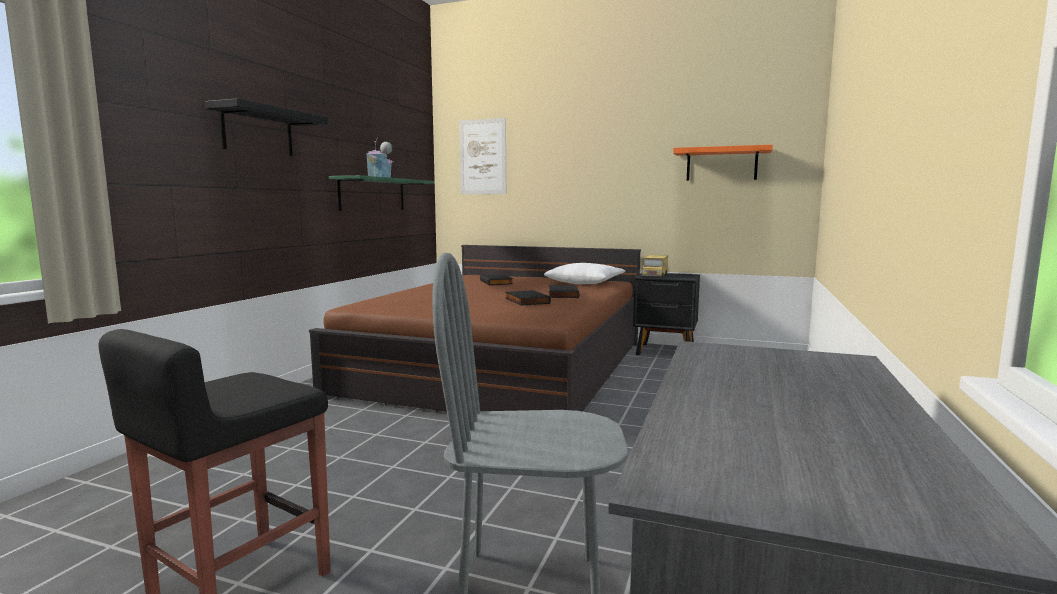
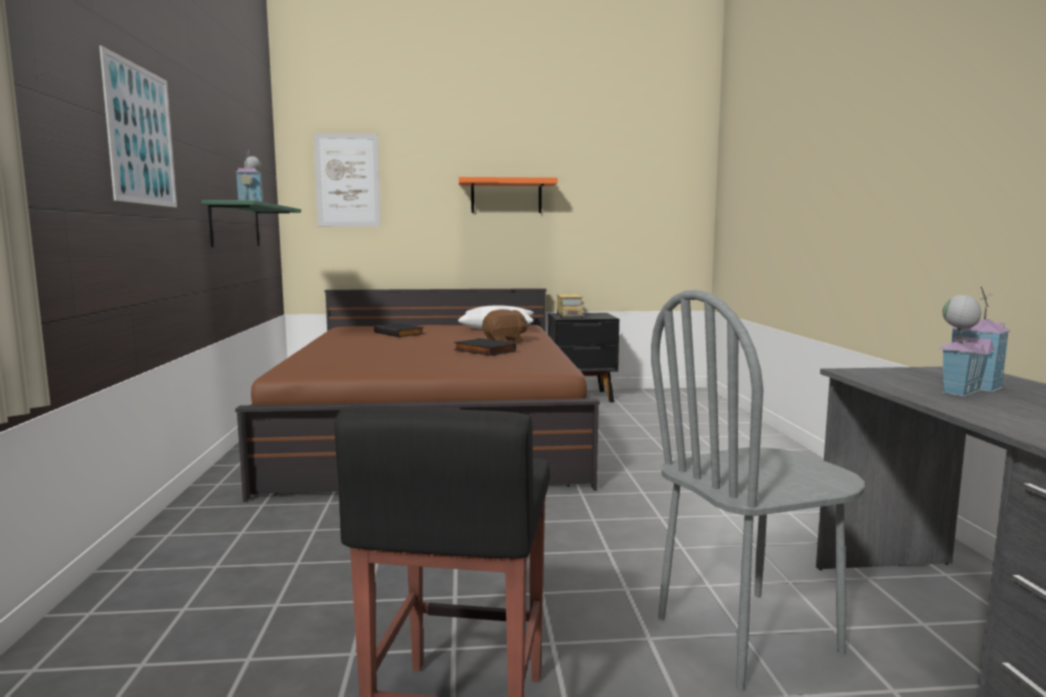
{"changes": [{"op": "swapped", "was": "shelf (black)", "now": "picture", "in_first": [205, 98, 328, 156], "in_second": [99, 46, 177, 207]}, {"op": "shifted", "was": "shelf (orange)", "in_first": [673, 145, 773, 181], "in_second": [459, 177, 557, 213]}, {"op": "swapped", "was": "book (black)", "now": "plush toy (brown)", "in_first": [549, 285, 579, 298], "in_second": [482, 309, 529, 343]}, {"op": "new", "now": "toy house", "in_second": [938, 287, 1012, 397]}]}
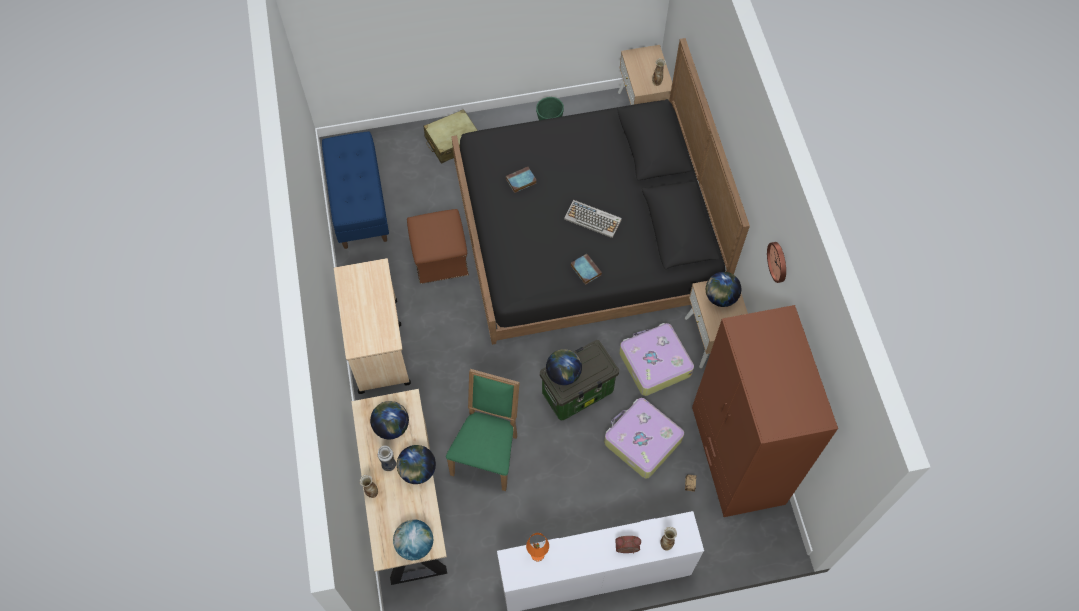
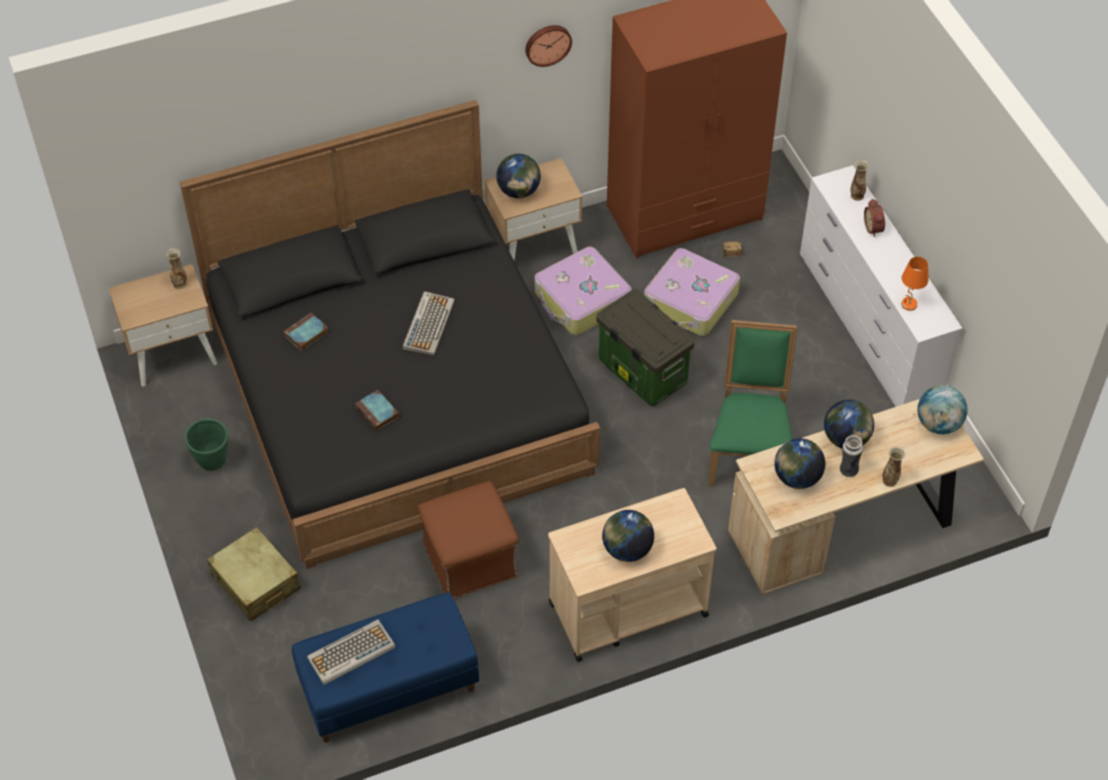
{"changes": [{"op": "shifted", "was": "book", "in_first": [571, 254, 602, 285], "in_second": [283, 313, 328, 351]}, {"op": "new", "now": "keyboard", "in_second": [307, 619, 396, 685]}, {"op": "shifted", "was": "globe", "in_first": [546, 349, 582, 385], "in_second": [602, 510, 654, 562]}, {"op": "rotated", "was": "chair (green)", "in_first": [446, 369, 520, 491], "in_second": [708, 320, 798, 487], "clockwise": 90}]}
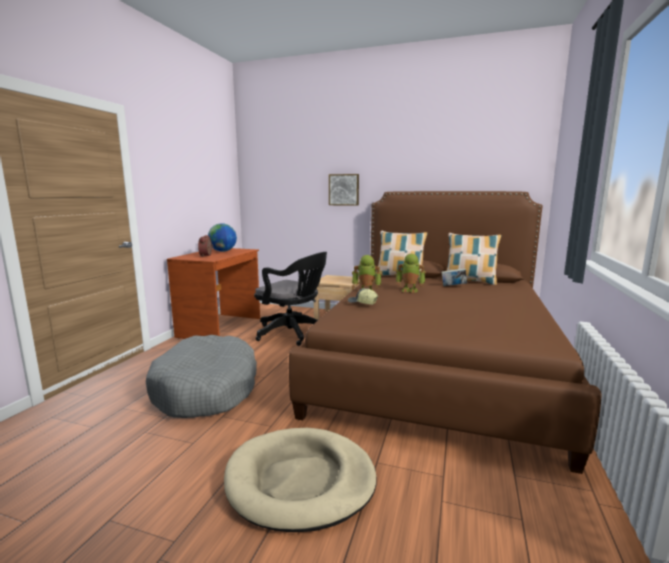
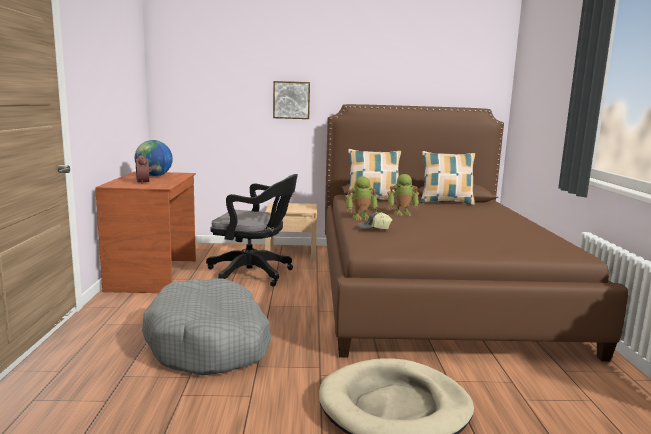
{"changes": [{"op": "gone", "was": "book", "in_first": [441, 268, 467, 286]}]}
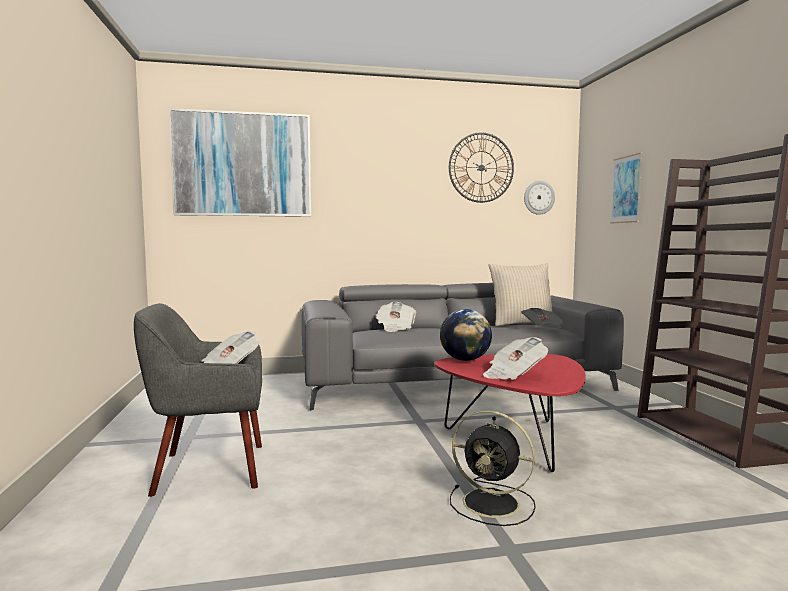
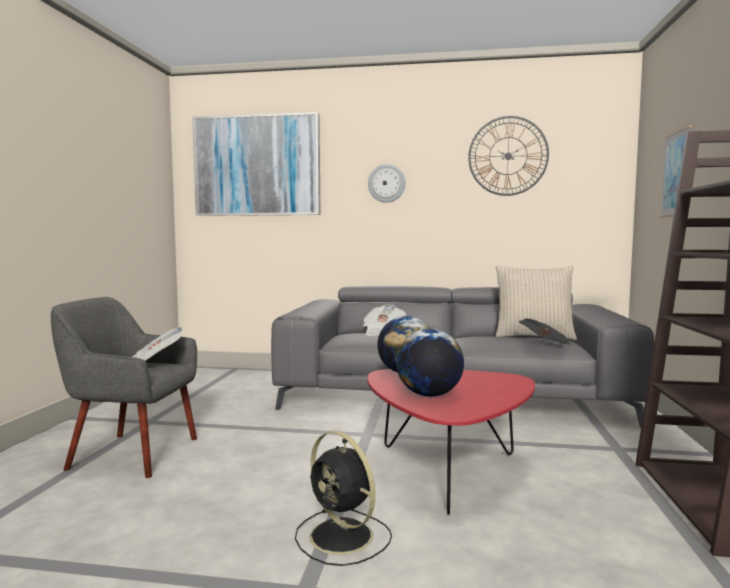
{"changes": [{"op": "shifted", "was": "wall clock", "in_first": [524, 181, 555, 215], "in_second": [368, 164, 405, 203]}, {"op": "swapped", "was": "newspaper", "now": "globe", "in_first": [483, 337, 548, 380], "in_second": [396, 329, 464, 397]}]}
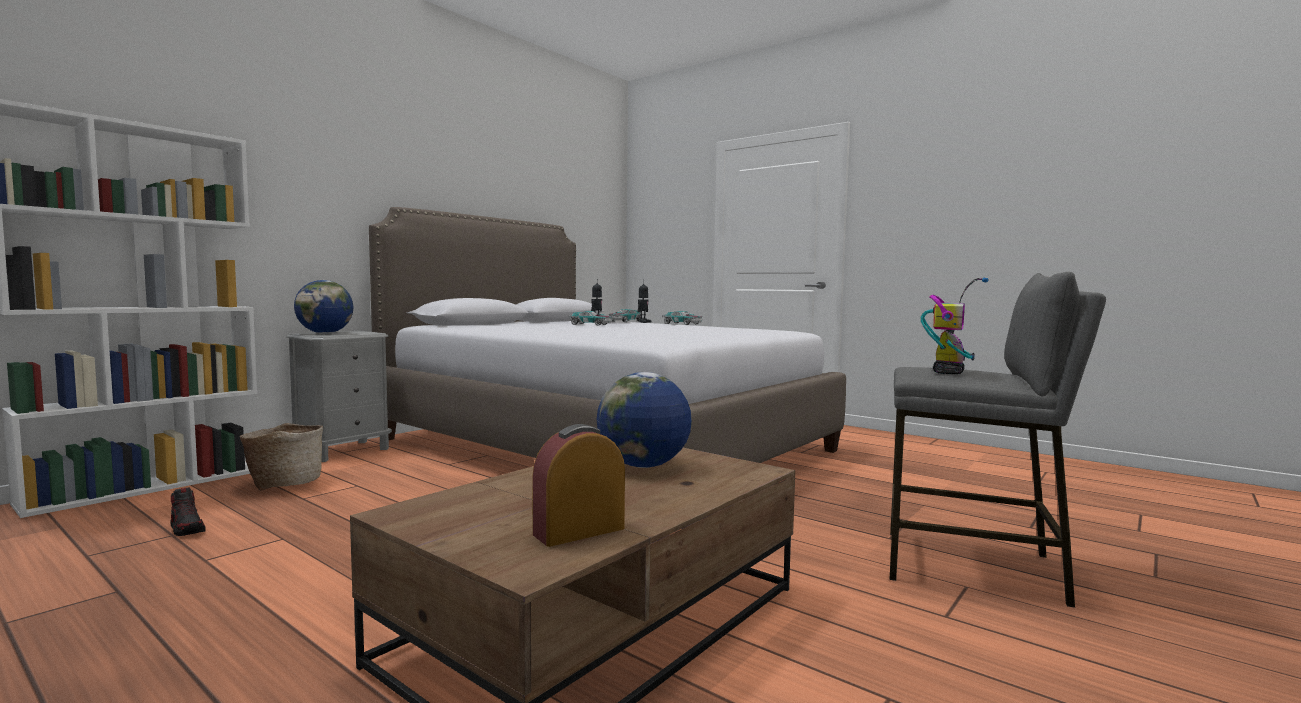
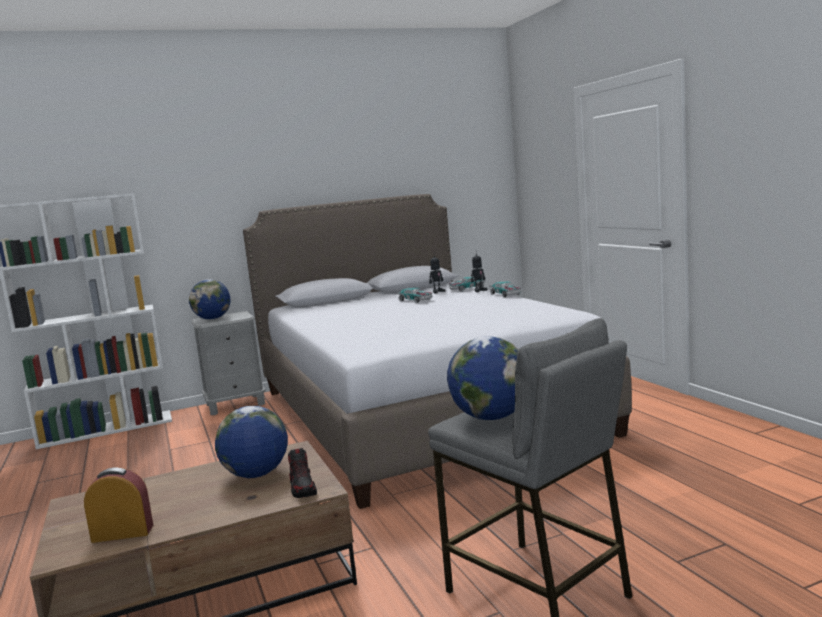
{"changes": [{"op": "shifted", "was": "shoe", "in_first": [170, 488, 206, 536], "in_second": [288, 448, 317, 498]}, {"op": "swapped", "was": "toy robot", "now": "globe", "in_first": [921, 278, 989, 374], "in_second": [447, 336, 519, 420]}, {"op": "gone", "was": "basket", "in_first": [240, 423, 323, 491]}]}
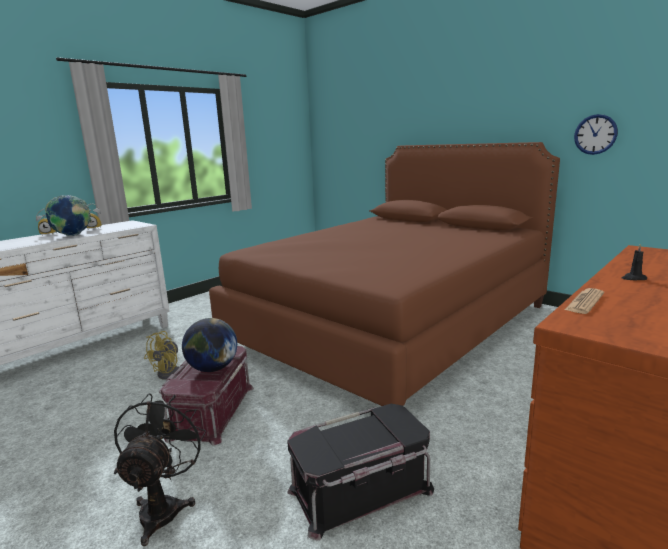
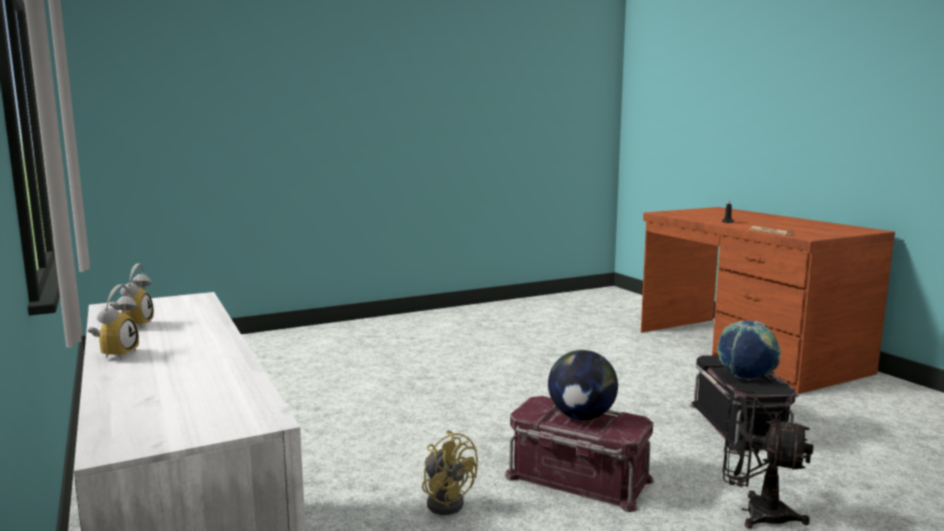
{"changes": [{"op": "shifted", "was": "globe", "in_first": [45, 195, 91, 236], "in_second": [717, 320, 781, 380]}, {"op": "gone", "was": "bed (brown)", "in_first": [209, 142, 560, 406]}, {"op": "gone", "was": "wall clock", "in_first": [574, 114, 618, 155]}]}
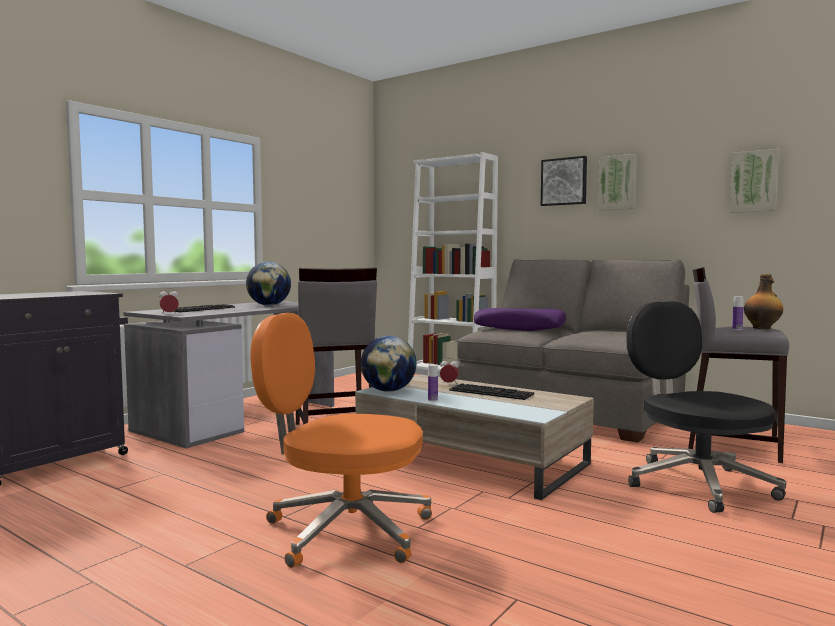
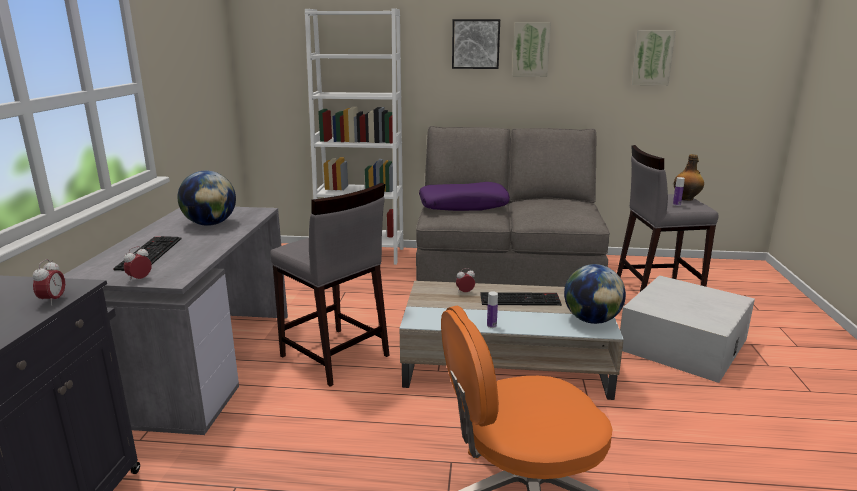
{"changes": [{"op": "new", "now": "alarm clock", "in_second": [32, 259, 65, 306]}, {"op": "shifted", "was": "globe", "in_first": [361, 336, 416, 392], "in_second": [564, 264, 626, 324]}, {"op": "swapped", "was": "office chair (black)", "now": "storage box (white)", "in_first": [627, 301, 786, 513], "in_second": [620, 275, 755, 383]}]}
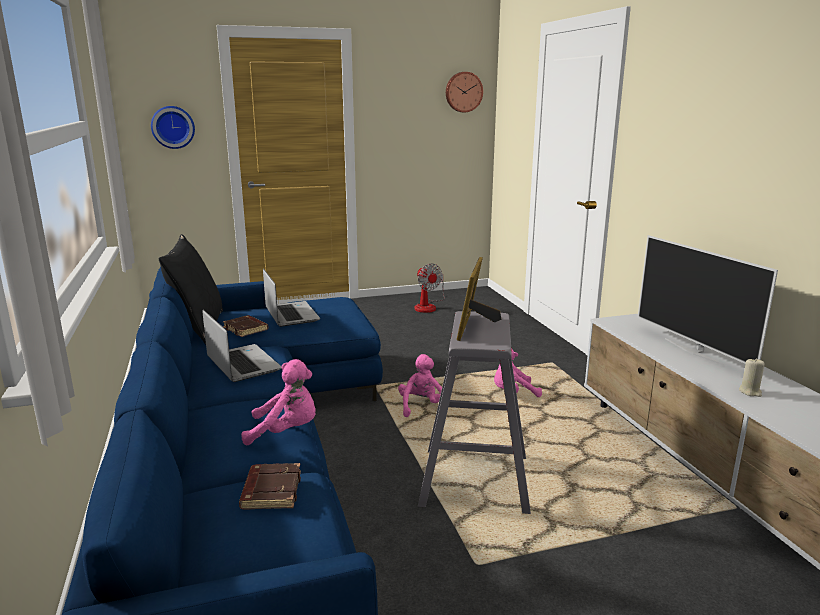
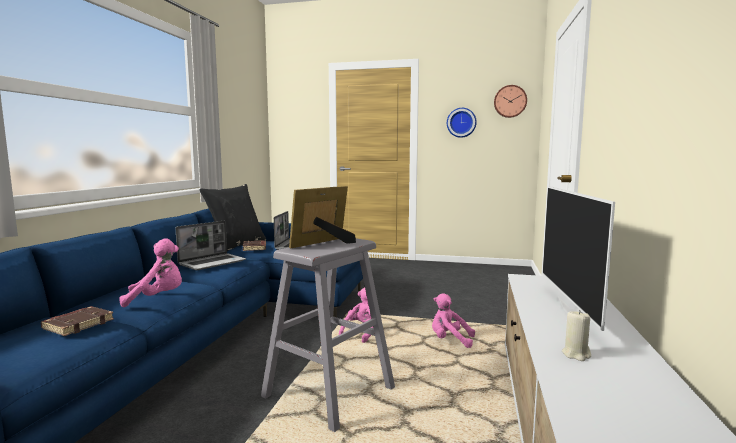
{"changes": [{"op": "rotated", "was": "plush toy (pink)", "in_first": [241, 359, 316, 446], "in_second": [119, 238, 182, 307], "clockwise": -45}, {"op": "rotated", "was": "laptop", "in_first": [203, 310, 282, 382], "in_second": [175, 221, 246, 270], "clockwise": 45}, {"op": "shifted", "was": "wall clock", "in_first": [151, 106, 195, 149], "in_second": [447, 108, 477, 138]}, {"op": "gone", "was": "fan", "in_first": [414, 263, 445, 313]}]}
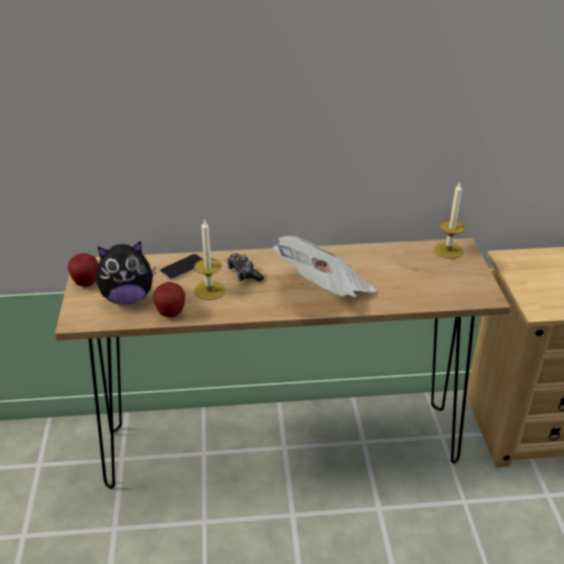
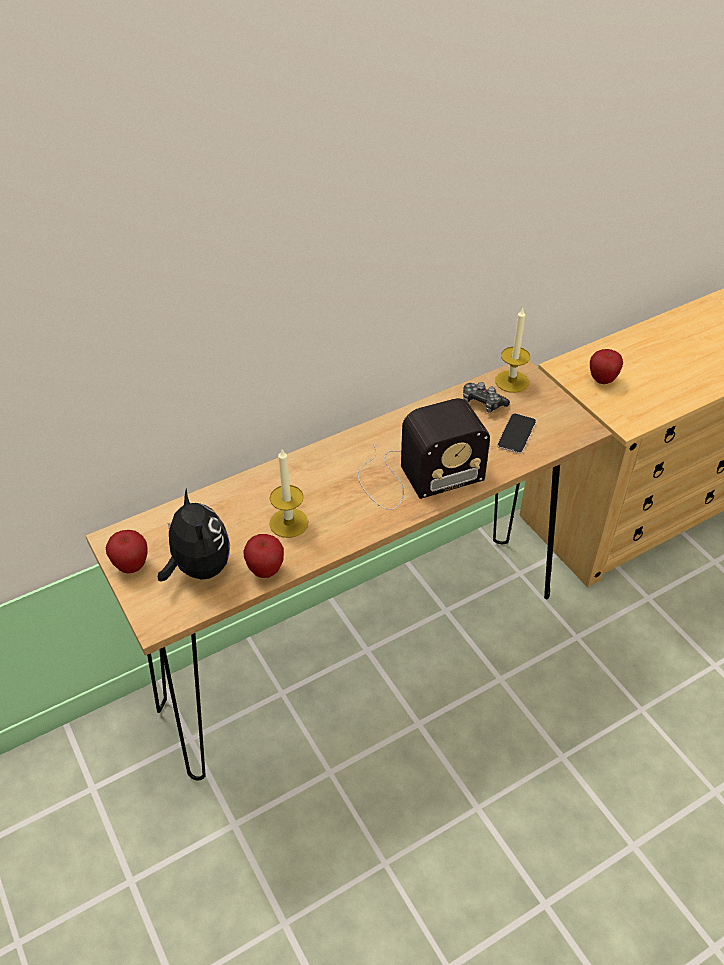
{"changes": [{"op": "rotated", "was": "plush toy", "in_first": [96, 241, 156, 305], "in_second": [158, 488, 230, 582], "clockwise": -75}, {"op": "swapped", "was": "newspaper", "now": "radio", "in_first": [273, 236, 376, 297], "in_second": [358, 398, 490, 510]}, {"op": "shifted", "was": "game controller", "in_first": [227, 254, 264, 282], "in_second": [463, 382, 510, 412]}, {"op": "shifted", "was": "phone", "in_first": [160, 254, 203, 280], "in_second": [497, 413, 536, 454]}, {"op": "new", "now": "apple", "in_second": [590, 349, 623, 384]}]}
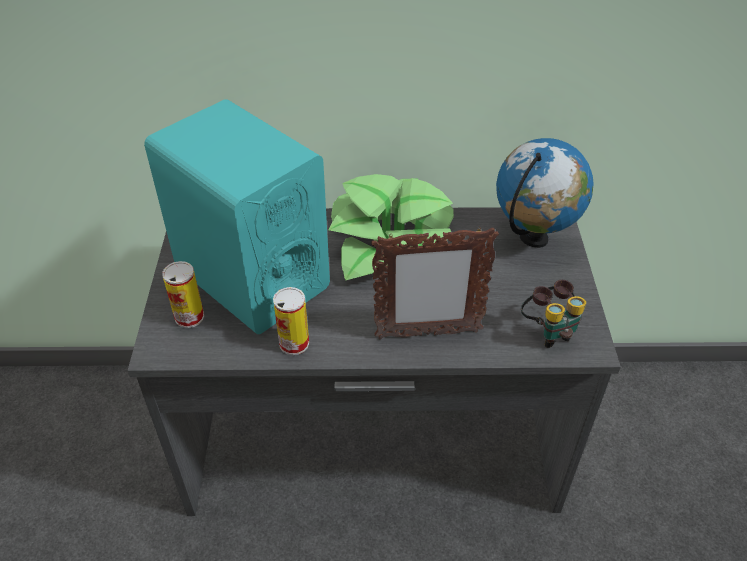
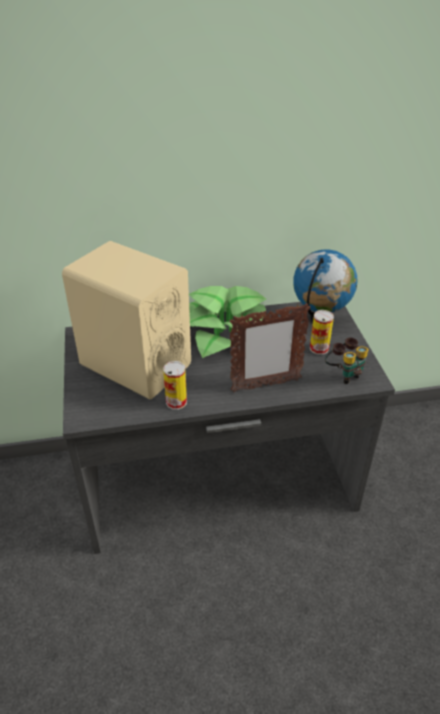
{"changes": [{"op": "repainted", "was": "speaker (turquoise)", "now": "speaker (beige)", "in_first": [144, 99, 330, 334], "in_second": [62, 241, 191, 399]}, {"op": "shifted", "was": "can", "in_first": [162, 261, 204, 328], "in_second": [310, 310, 334, 355]}]}
